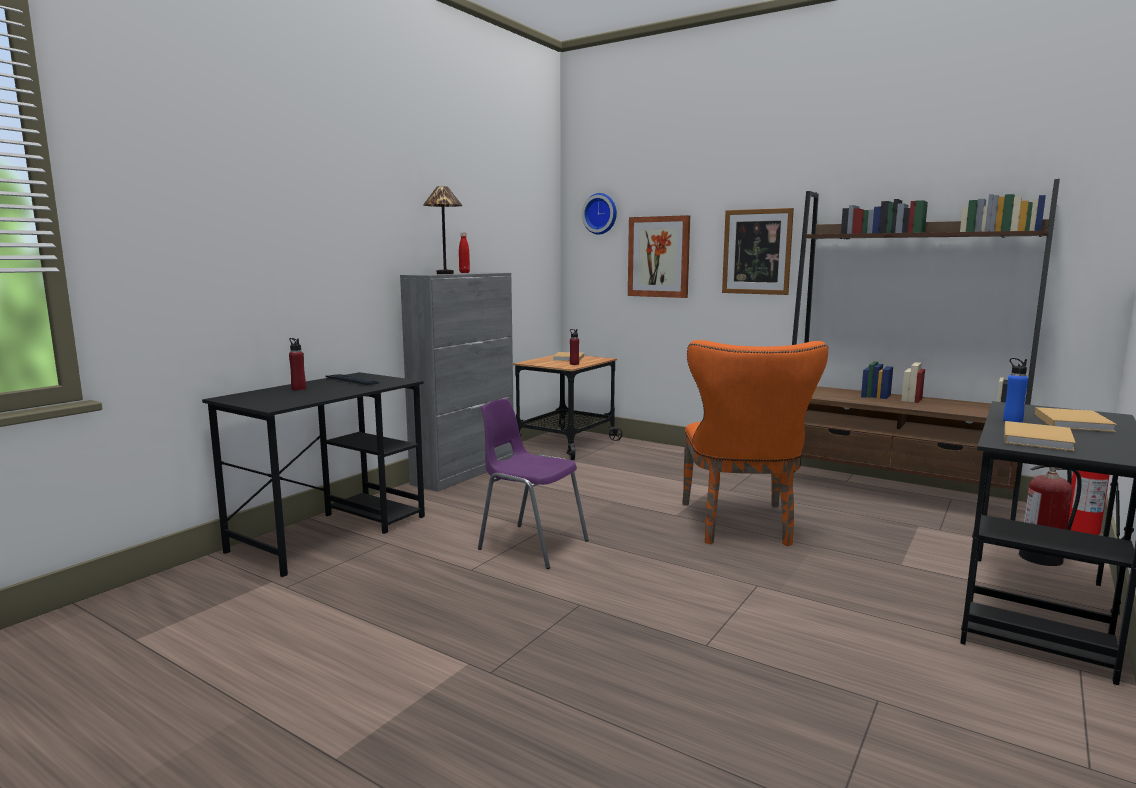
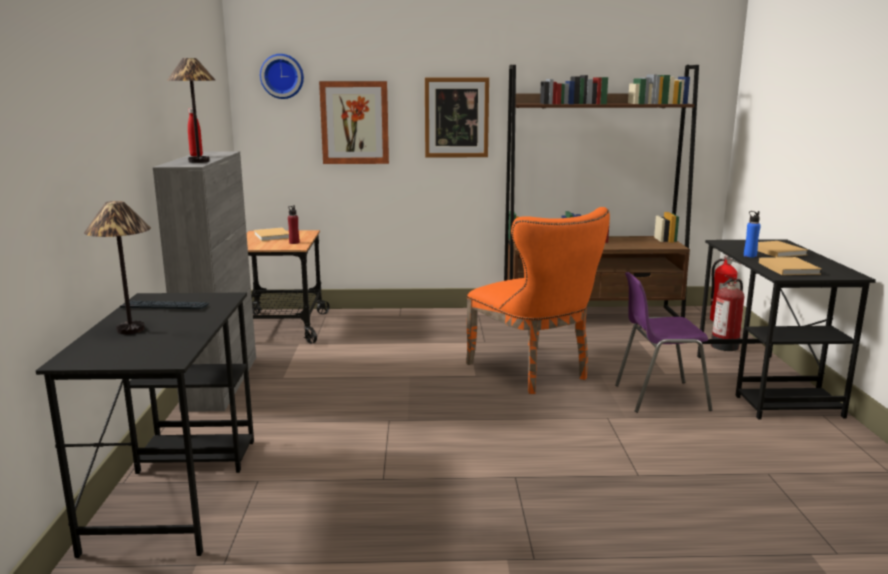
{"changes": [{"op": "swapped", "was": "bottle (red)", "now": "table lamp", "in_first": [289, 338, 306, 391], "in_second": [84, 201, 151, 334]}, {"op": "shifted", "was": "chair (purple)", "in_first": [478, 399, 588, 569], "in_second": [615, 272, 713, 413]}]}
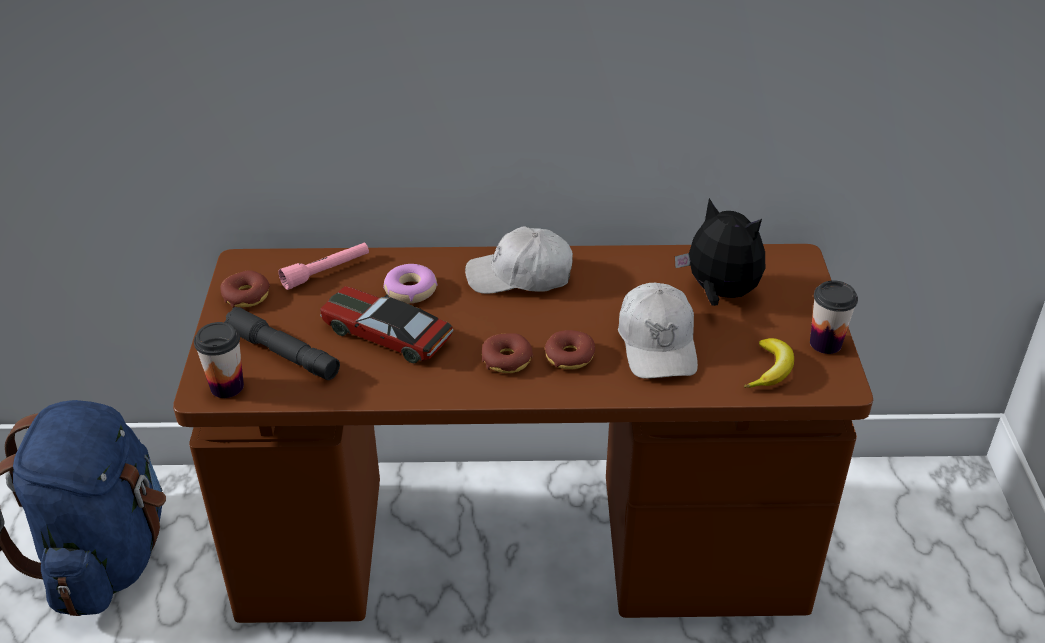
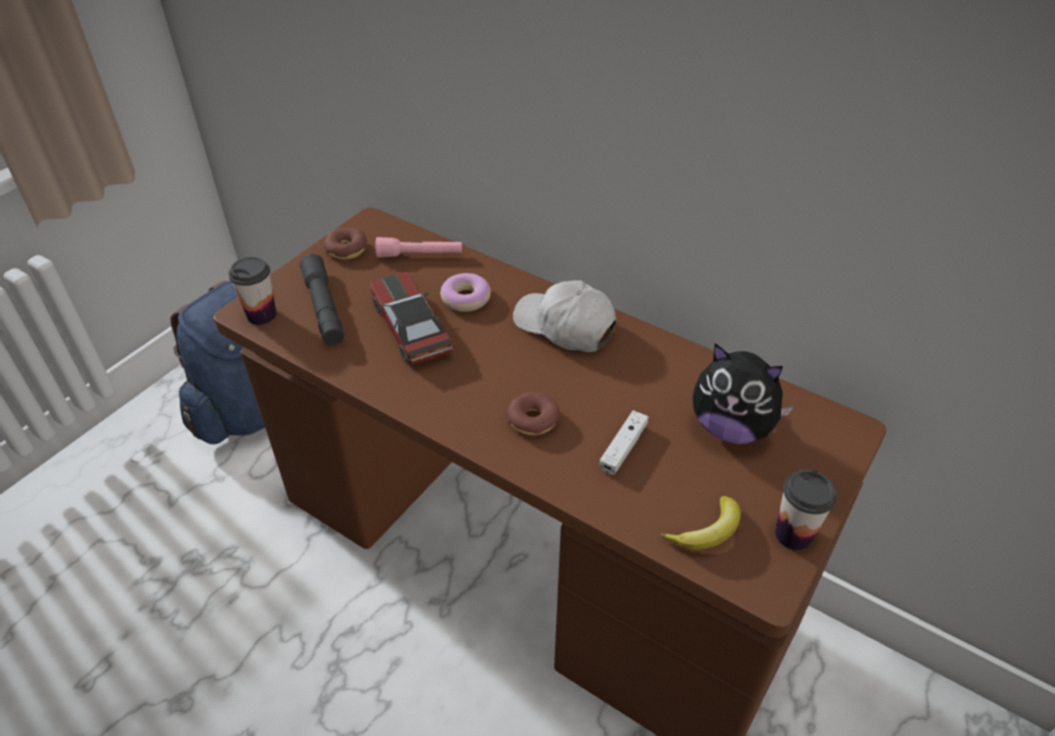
{"changes": [{"op": "swapped", "was": "cap (white)", "now": "game controller (white)", "in_first": [618, 283, 698, 379], "in_second": [599, 410, 648, 475]}, {"op": "rotated", "was": "plush toy", "in_first": [675, 198, 765, 306], "in_second": [693, 343, 795, 444], "clockwise": 135}, {"op": "gone", "was": "donut", "in_first": [482, 333, 533, 373]}]}
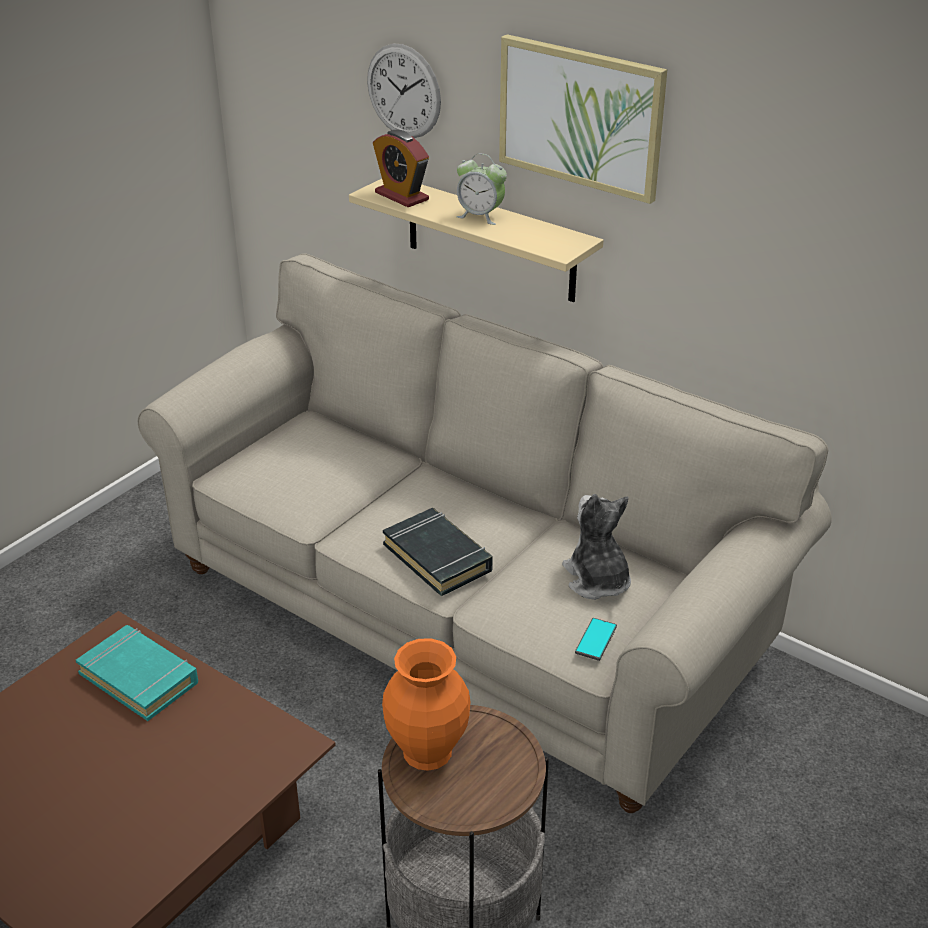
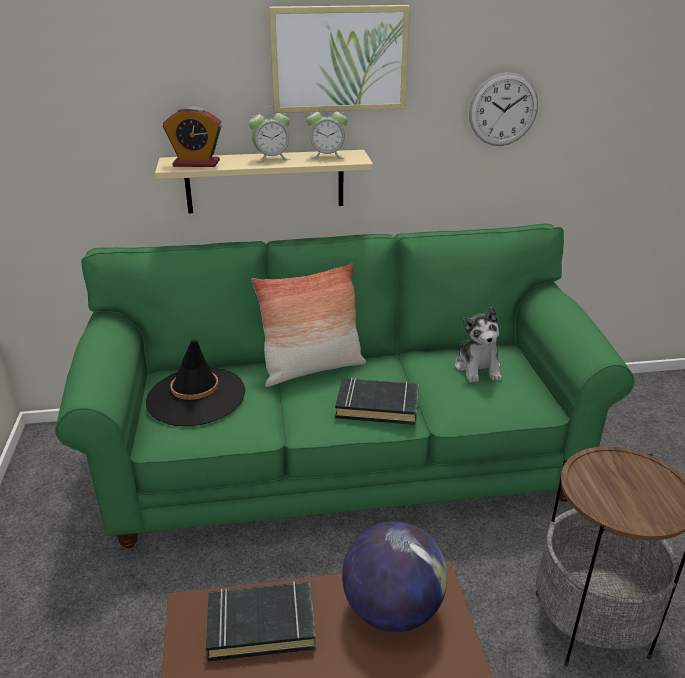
{"changes": [{"op": "repainted", "was": "sofa (beige)", "now": "sofa (green)", "in_first": [138, 253, 832, 813], "in_second": [55, 223, 635, 548]}, {"op": "new", "now": "hat (black)", "in_second": [146, 339, 246, 426]}, {"op": "repainted", "was": "book (turquoise)", "now": "book (black)", "in_first": [76, 625, 198, 721], "in_second": [206, 581, 316, 661]}, {"op": "new", "now": "pillow", "in_second": [252, 263, 366, 387]}, {"op": "new", "now": "alarm clock", "in_second": [307, 105, 348, 159]}, {"op": "new", "now": "globe", "in_second": [342, 521, 447, 632]}, {"op": "rotated", "was": "plush toy", "in_first": [562, 494, 631, 600], "in_second": [455, 307, 502, 383], "clockwise": -120}, {"op": "shifted", "was": "wall clock", "in_first": [367, 44, 441, 138], "in_second": [469, 72, 538, 146]}, {"op": "gone", "was": "vase (orange)", "in_first": [382, 638, 471, 771]}, {"op": "gone", "was": "phone", "in_first": [575, 618, 617, 661]}]}
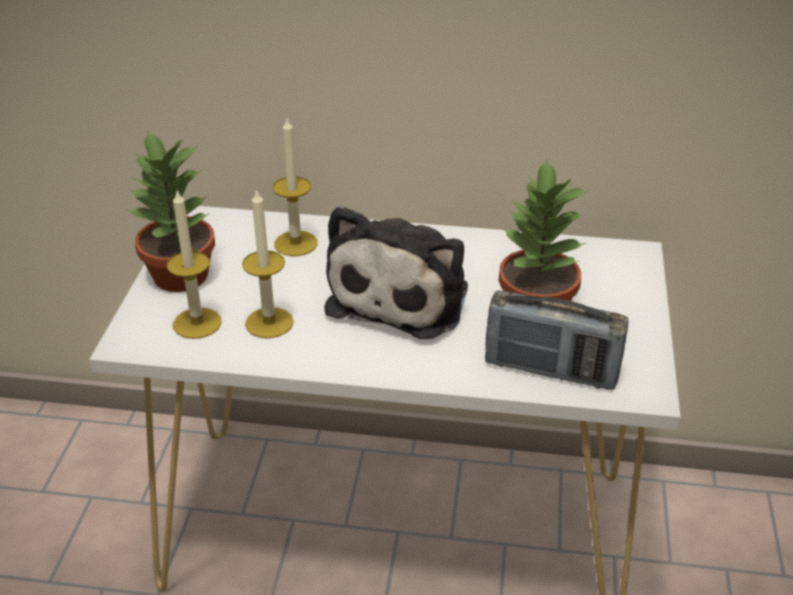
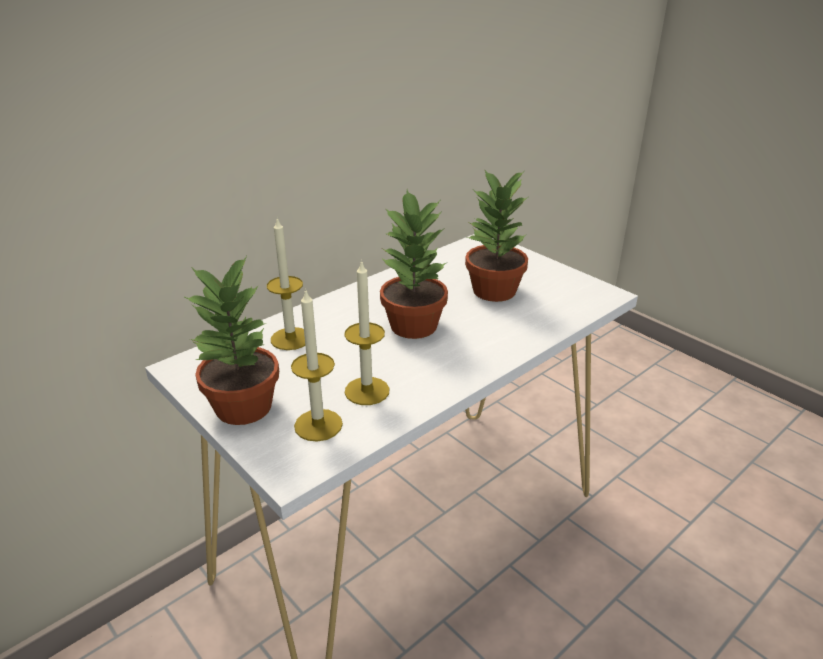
{"changes": [{"op": "swapped", "was": "plush toy", "now": "potted plant", "in_first": [324, 206, 468, 339], "in_second": [380, 189, 448, 339]}, {"op": "gone", "was": "radio", "in_first": [485, 291, 629, 390]}]}
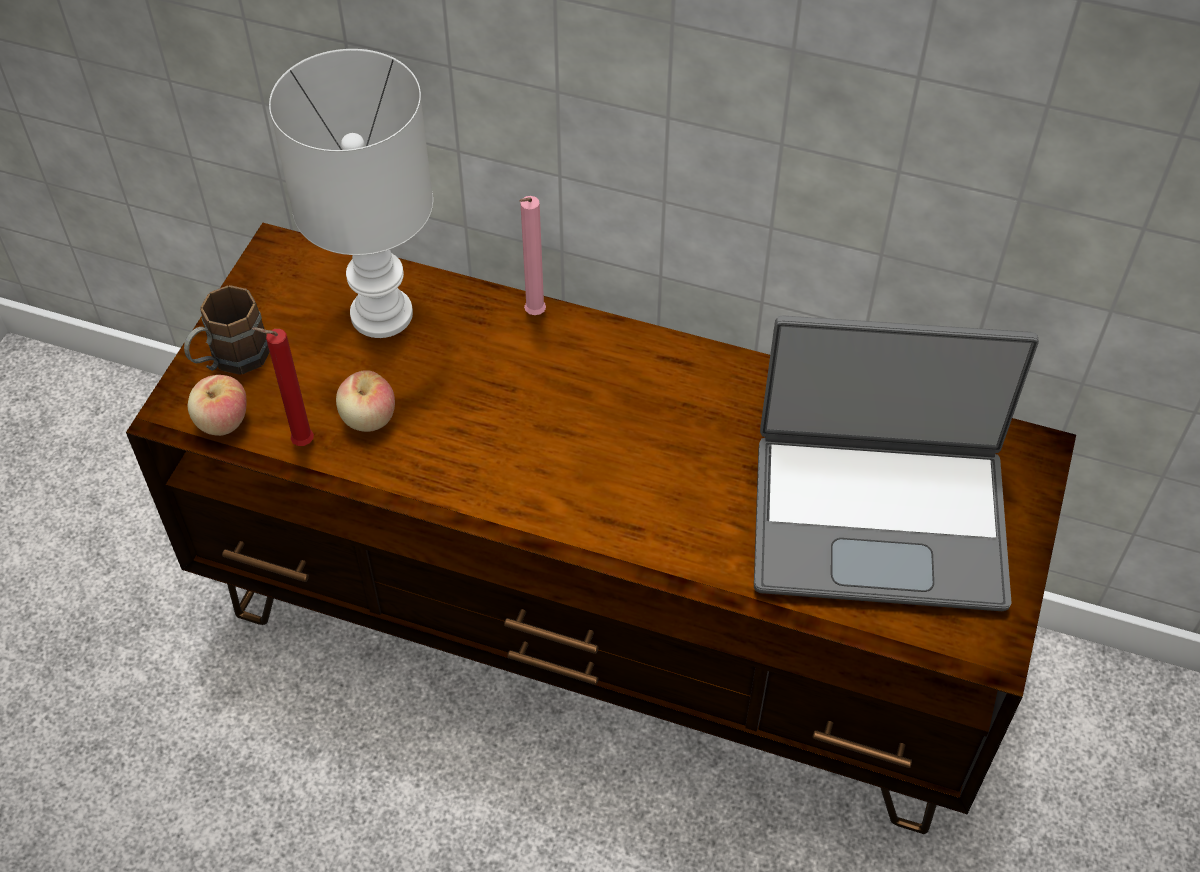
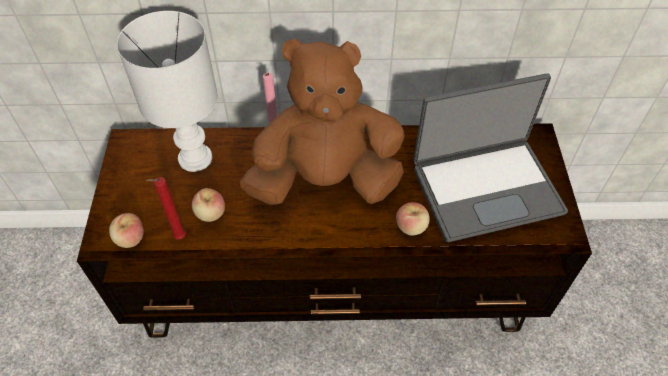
{"changes": [{"op": "new", "now": "plush toy (brown)", "in_second": [240, 38, 405, 205]}, {"op": "new", "now": "apple", "in_second": [396, 202, 430, 236]}, {"op": "gone", "was": "mug (brown)", "in_first": [184, 285, 270, 375]}]}
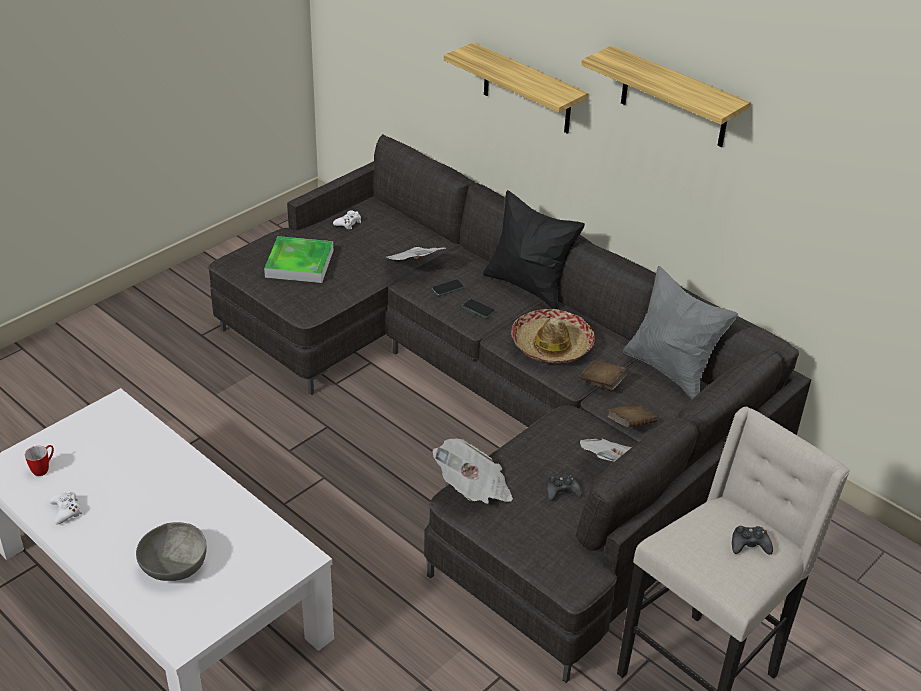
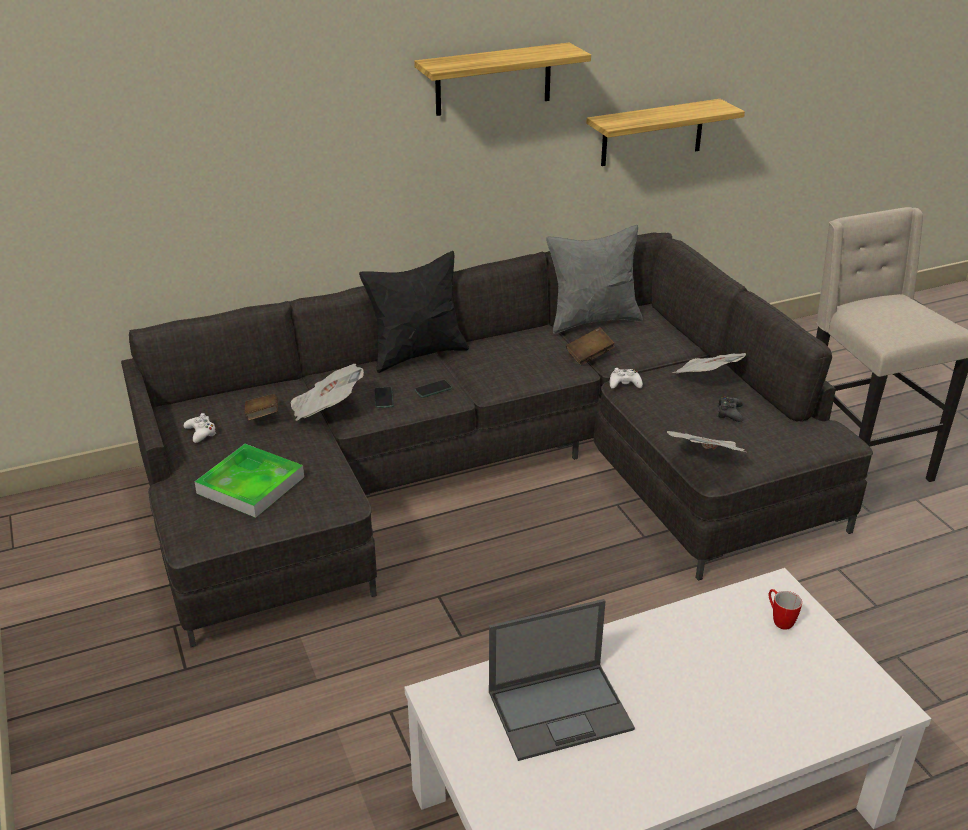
{"changes": [{"op": "shifted", "was": "book (brown)", "in_first": [607, 404, 658, 428], "in_second": [245, 394, 278, 421]}, {"op": "new", "now": "laptop", "in_second": [489, 599, 635, 761]}, {"op": "shifted", "was": "shelf", "in_first": [444, 43, 588, 134], "in_second": [586, 99, 745, 166]}, {"op": "shifted", "was": "game controller (white)", "in_first": [49, 490, 82, 525], "in_second": [610, 368, 643, 388]}, {"op": "shifted", "was": "mug", "in_first": [25, 445, 54, 476], "in_second": [769, 589, 802, 630]}, {"op": "gone", "was": "bowl (grey)", "in_first": [136, 522, 207, 581]}, {"op": "gone", "was": "hat", "in_first": [511, 309, 595, 363]}, {"op": "gone", "was": "game controller (black)", "in_first": [732, 526, 773, 555]}]}
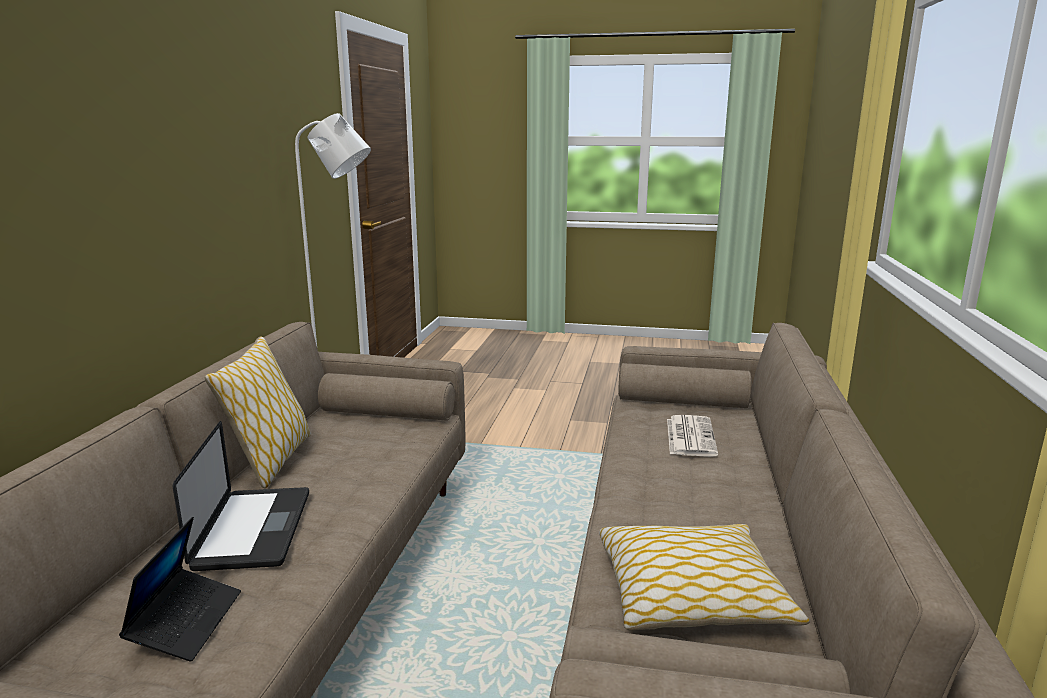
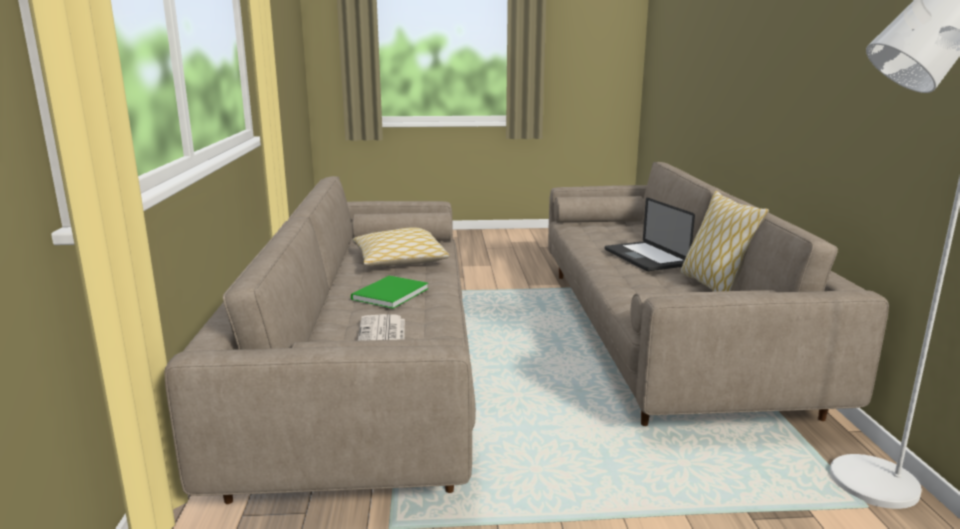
{"changes": [{"op": "new", "now": "book (green)", "in_second": [351, 276, 429, 309]}, {"op": "gone", "was": "laptop", "in_first": [119, 517, 241, 662]}]}
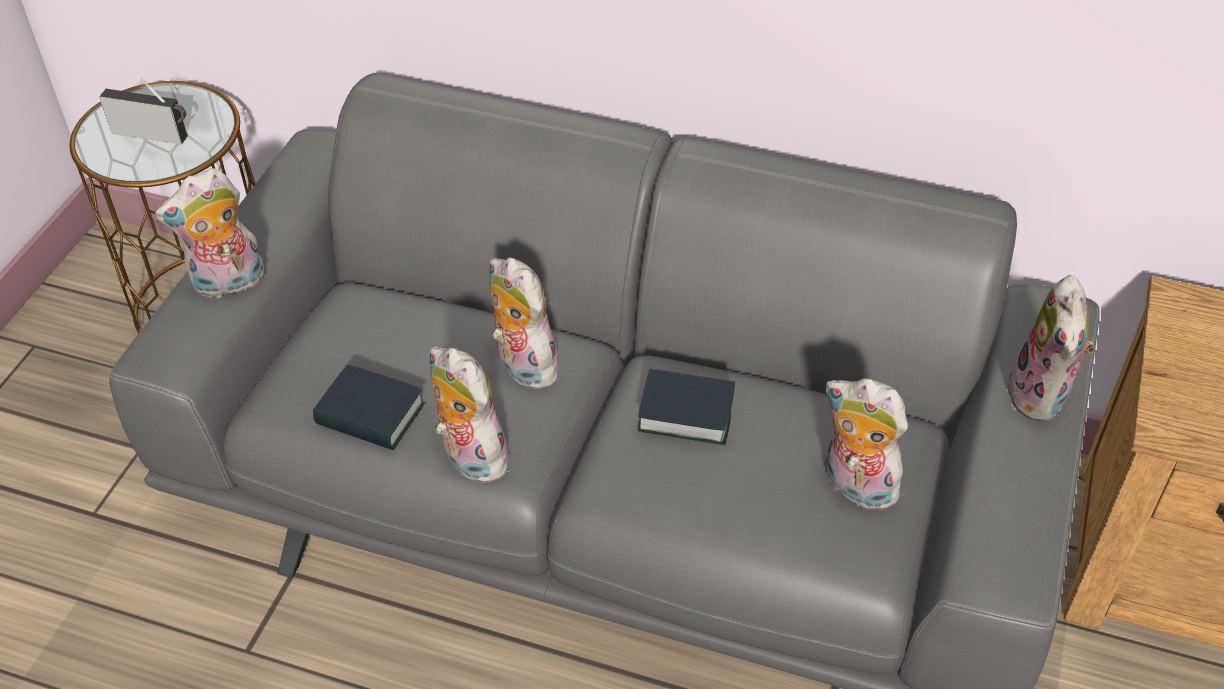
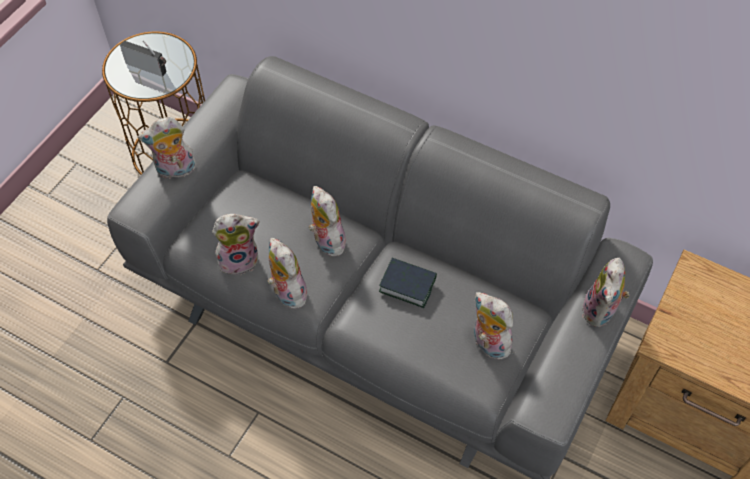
{"changes": [{"op": "swapped", "was": "book", "now": "plush toy", "in_first": [313, 365, 425, 450], "in_second": [212, 214, 260, 275]}]}
